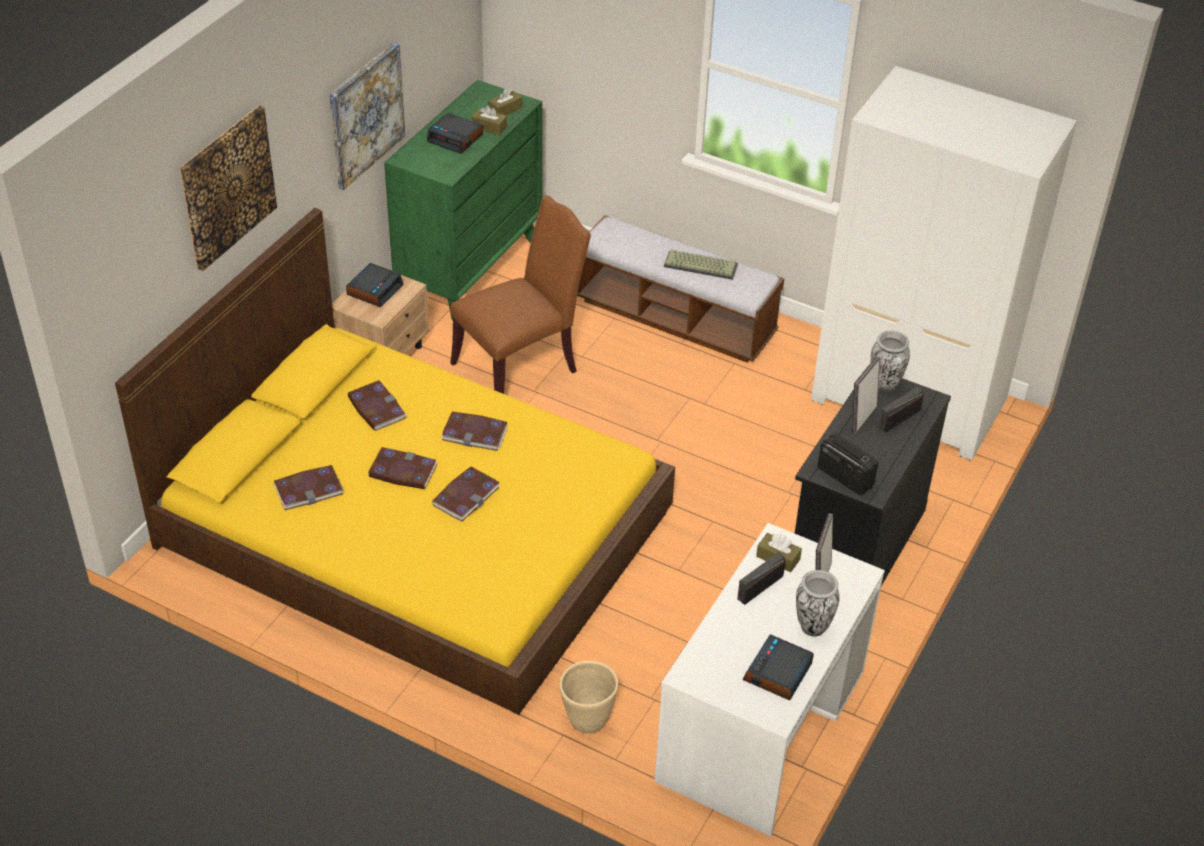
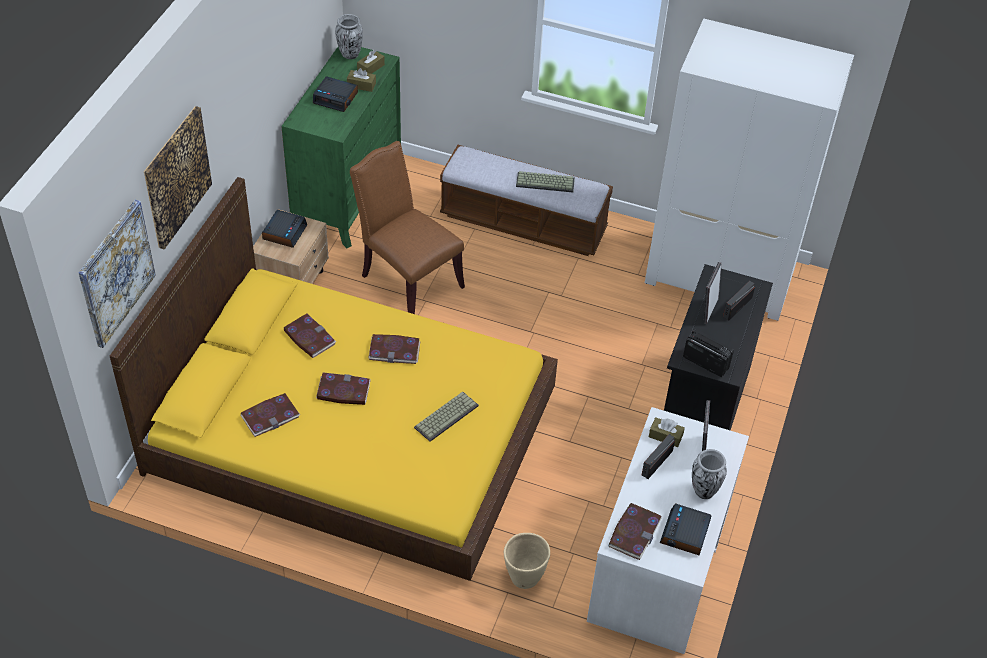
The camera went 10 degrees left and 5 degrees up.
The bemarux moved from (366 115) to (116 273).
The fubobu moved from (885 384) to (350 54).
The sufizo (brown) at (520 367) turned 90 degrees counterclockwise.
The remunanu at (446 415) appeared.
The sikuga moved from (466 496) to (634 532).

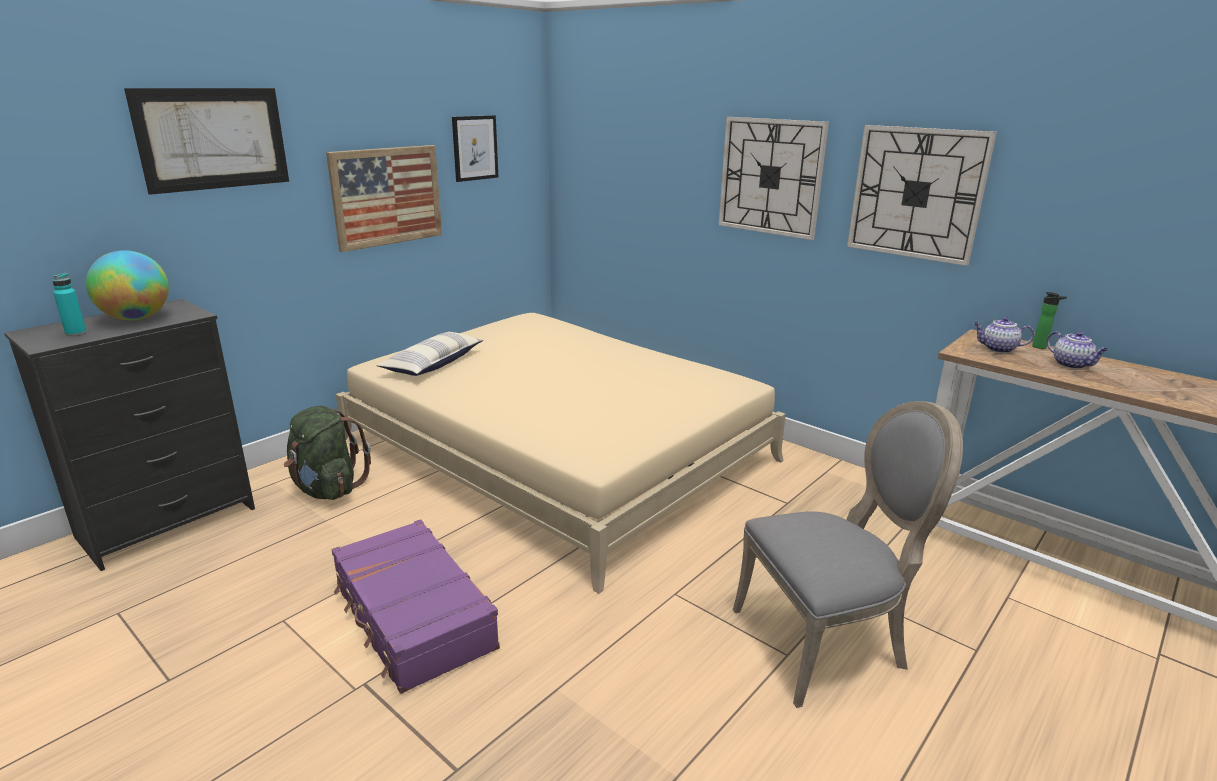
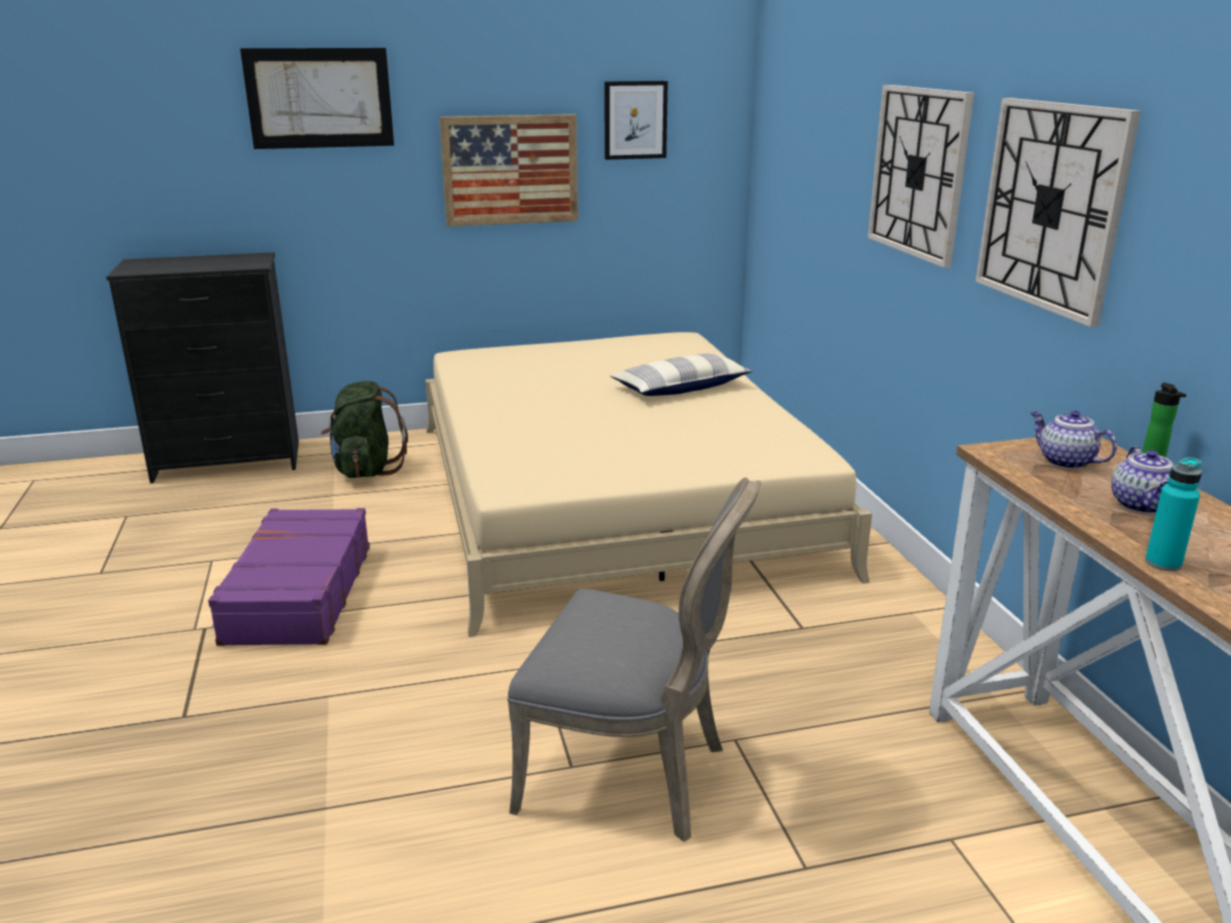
The camera went 35 degrees right and 0 degrees up.
The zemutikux moved from (433 364) to (681 388).
The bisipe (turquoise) moved from (76 333) to (1163 563).
The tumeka at (136 318) disappeared.

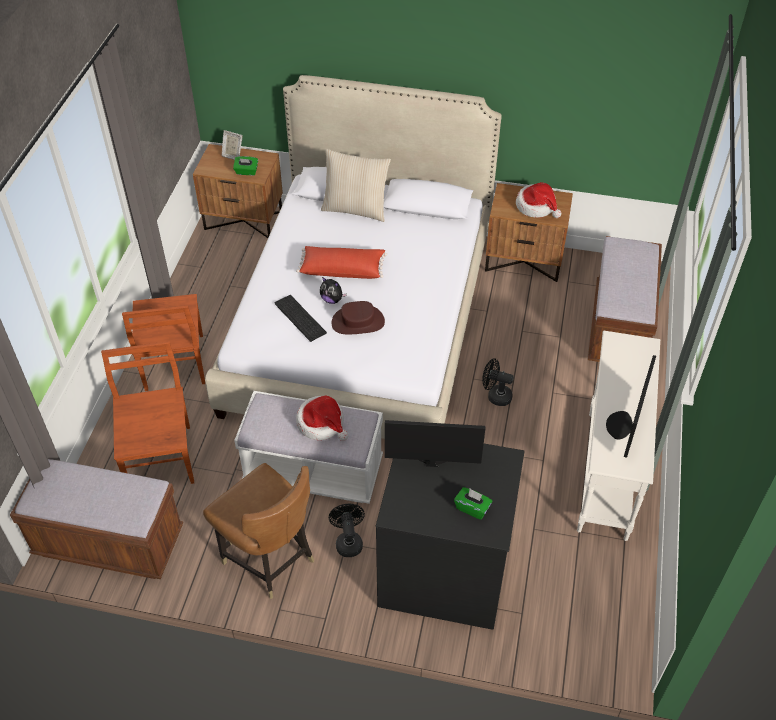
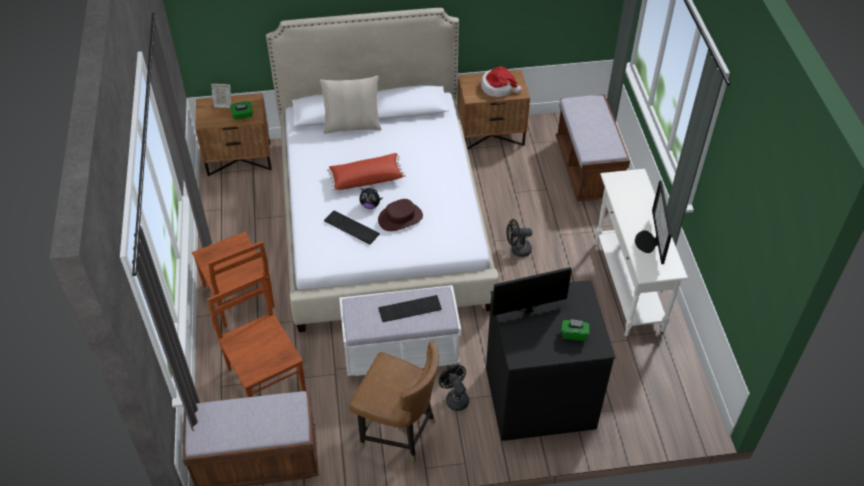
The camera went 20 degrees left and 0 degrees up.
The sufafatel at (322 424) was replaced by the remunanu at (410 307).

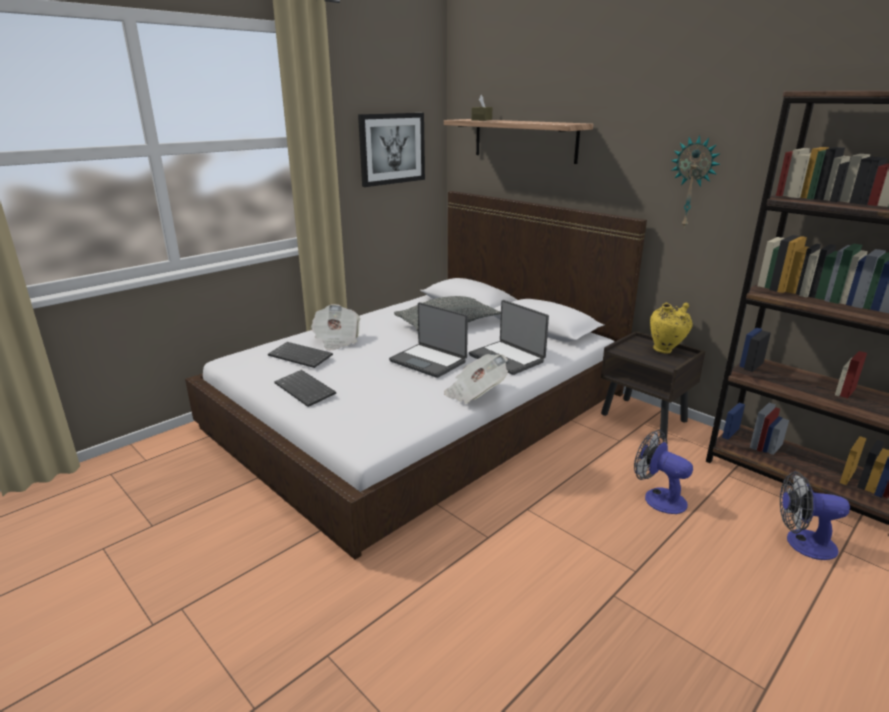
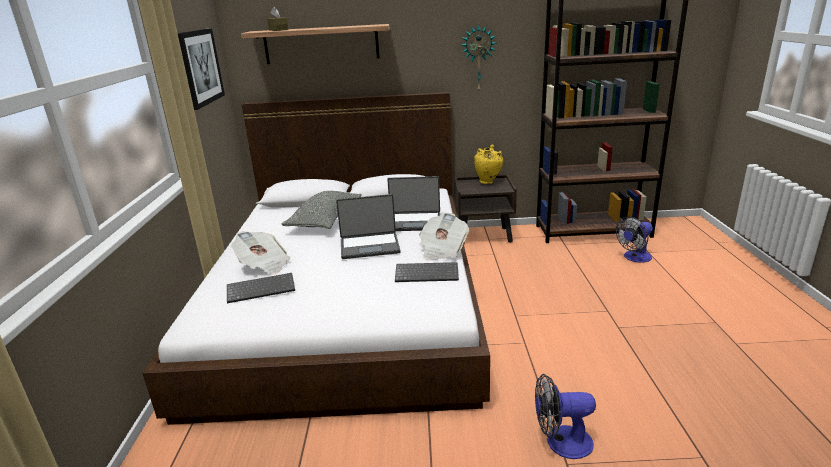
The camera went 45 degrees left and 0 degrees up.
The remunanu moved from (306 389) to (427 273).
The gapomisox moved from (658 497) to (561 442).

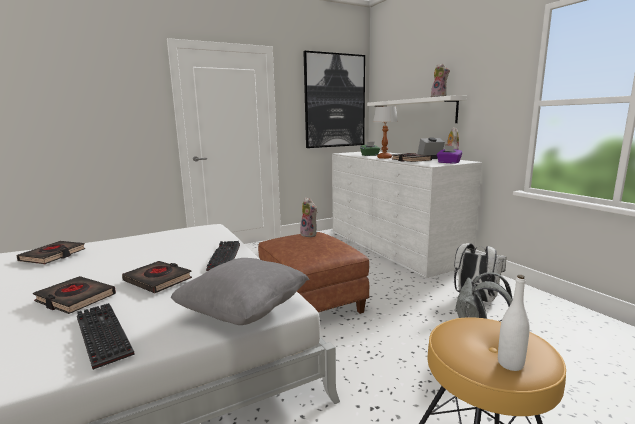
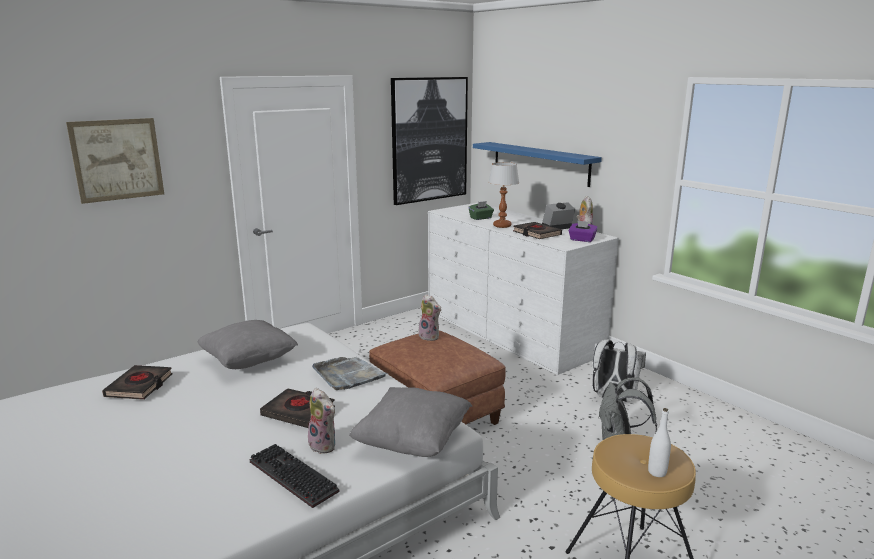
The camera went 10 degrees left and 5 degrees up.
The bemarux at (117 159) appeared.
The zemutikux (grey) at (249 362) appeared.
The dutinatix moved from (439 97) to (325 445).
The remunanu at (223 256) was replaced by the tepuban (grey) at (348 375).
The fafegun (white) at (417 111) became the fafegun (blue) at (540 163).
The sikuga (black) at (75 299) disappeared.

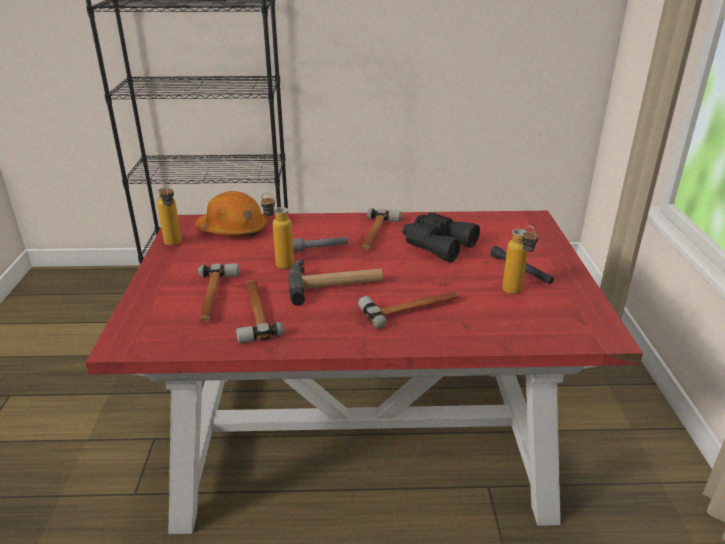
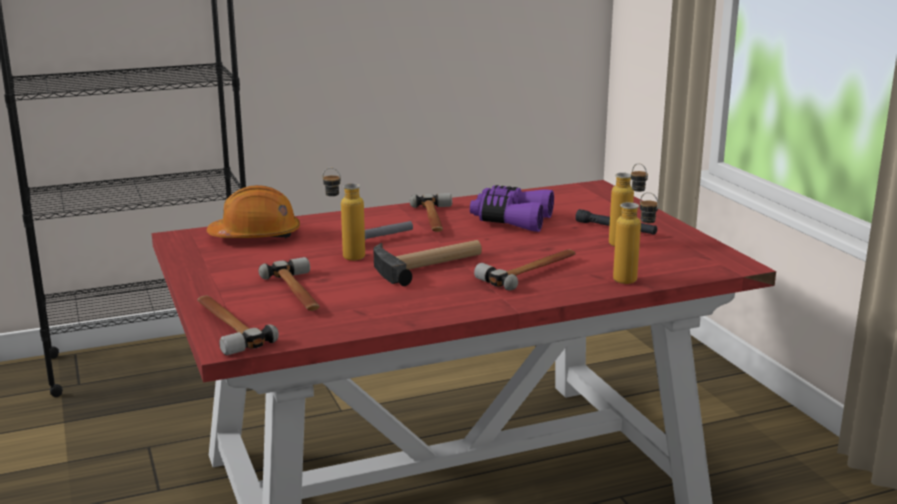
The camera went 20 degrees left and 10 degrees down.
The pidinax moved from (255 313) to (226 327).
The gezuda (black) at (437 245) became the gezuda (purple) at (511 220).
The bisipe moved from (174 245) to (633 283).

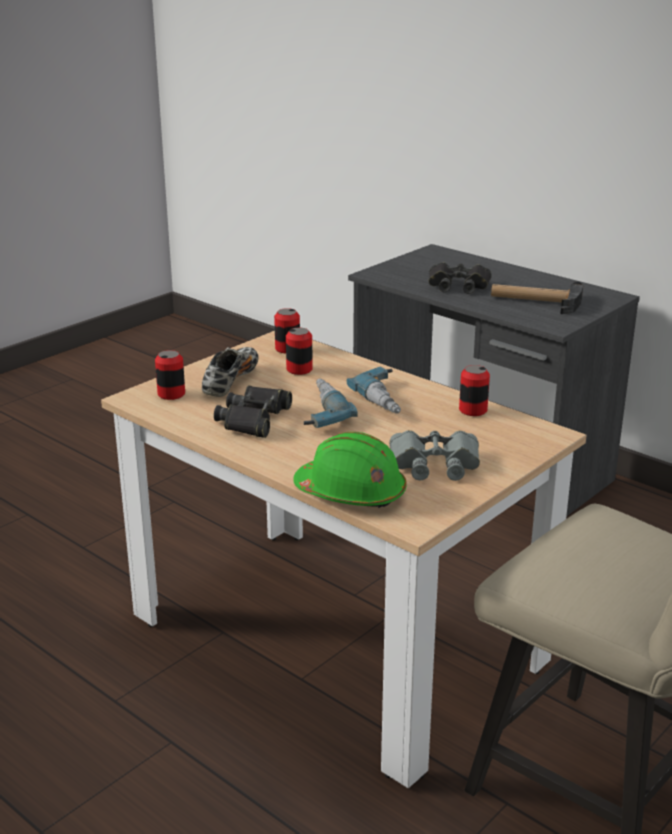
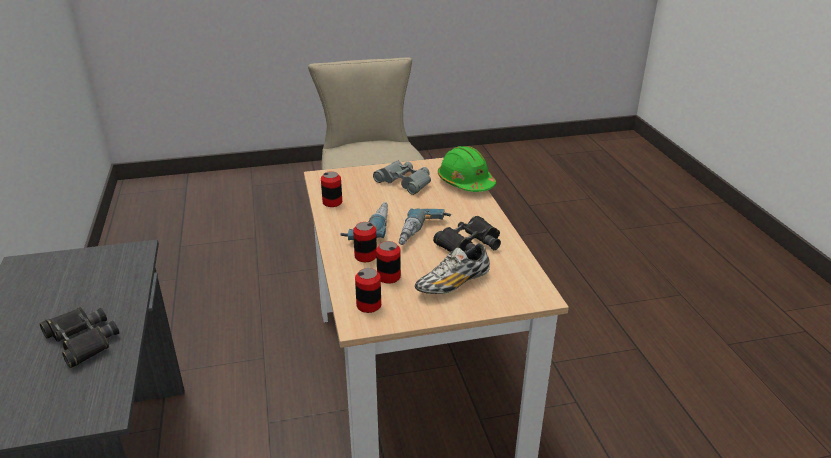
The camera went 145 degrees left and 5 degrees up.
The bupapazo moved from (171 394) to (365 256).
The pidinax at (535 301) disappeared.

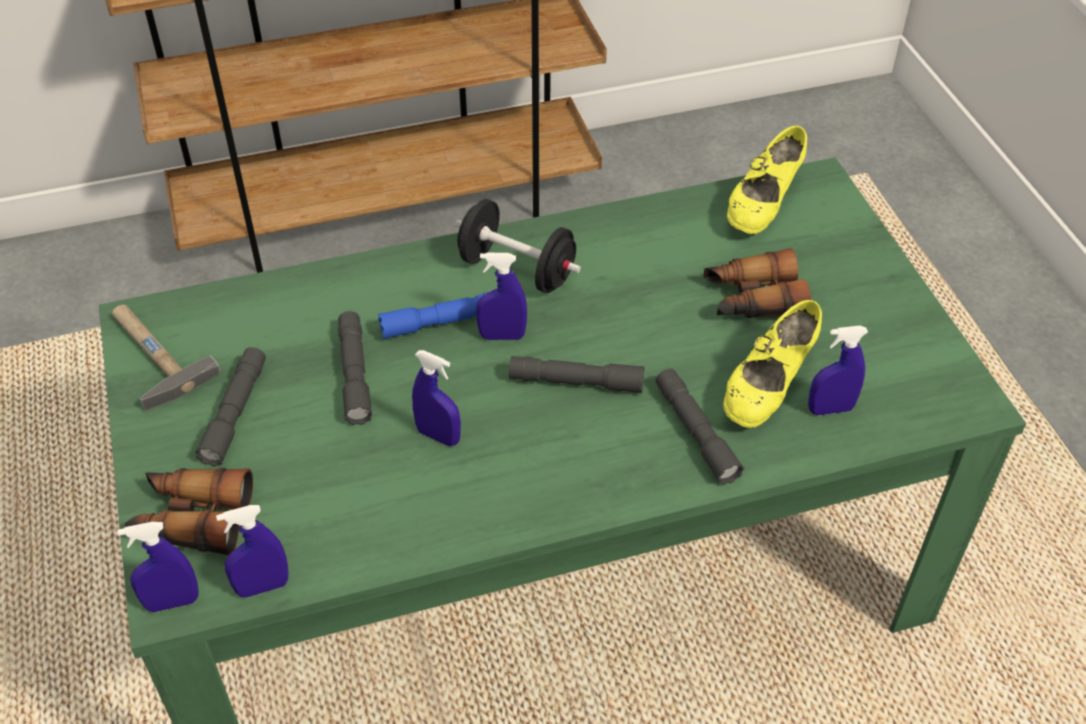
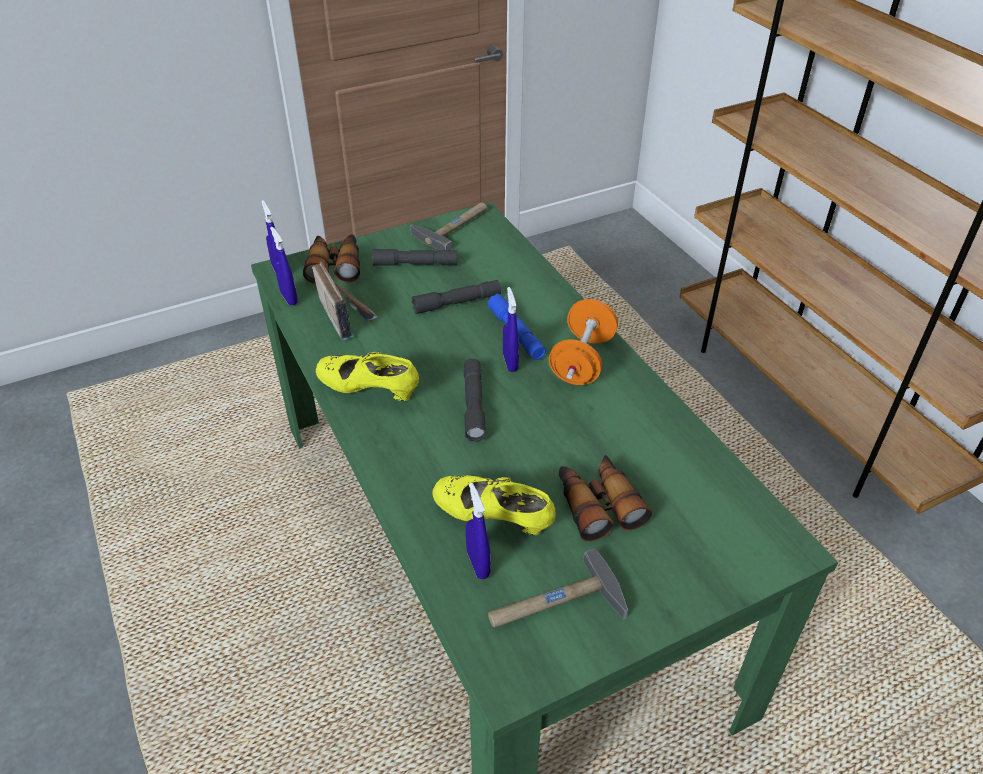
The camera went 80 degrees right and 5 degrees down.
The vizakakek at (345 315) appeared.
The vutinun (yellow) moved from (763 206) to (369 391).
The pidinax at (554 606) appeared.
The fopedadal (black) at (517 270) became the fopedadal (orange) at (582 361).
The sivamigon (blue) at (438 436) disappeared.
The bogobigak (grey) at (696 432) disappeared.

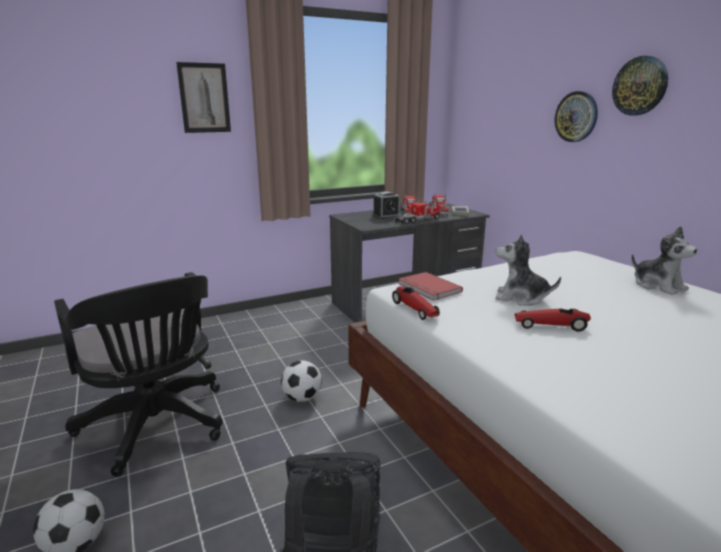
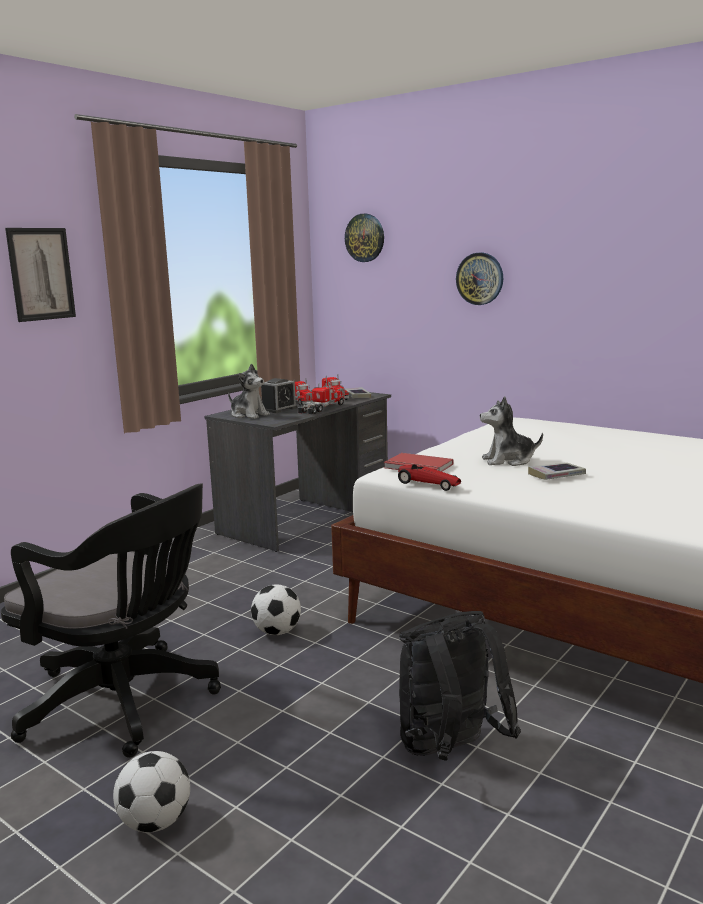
The camera went 25 degrees left and 5 degrees down.
The dutinatix moved from (658 285) to (249 415).
The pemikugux moved from (640 86) to (365 238).
The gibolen at (551 326) was replaced by the sikuga at (556 475).

